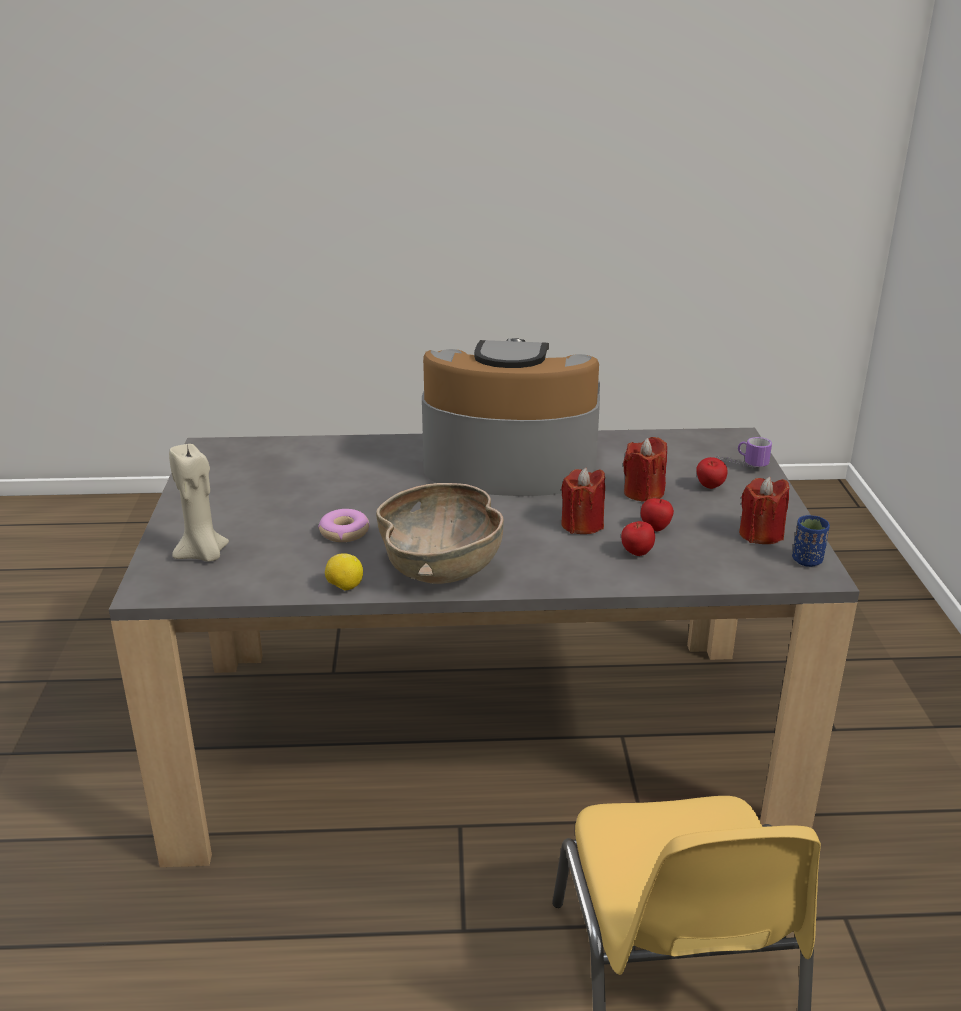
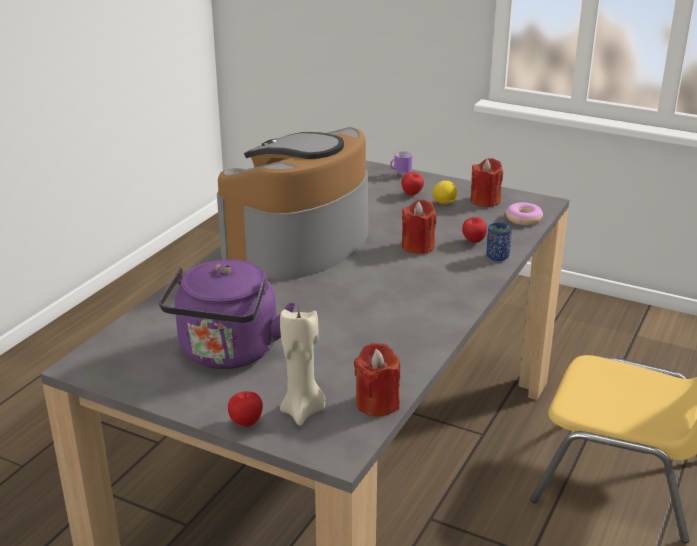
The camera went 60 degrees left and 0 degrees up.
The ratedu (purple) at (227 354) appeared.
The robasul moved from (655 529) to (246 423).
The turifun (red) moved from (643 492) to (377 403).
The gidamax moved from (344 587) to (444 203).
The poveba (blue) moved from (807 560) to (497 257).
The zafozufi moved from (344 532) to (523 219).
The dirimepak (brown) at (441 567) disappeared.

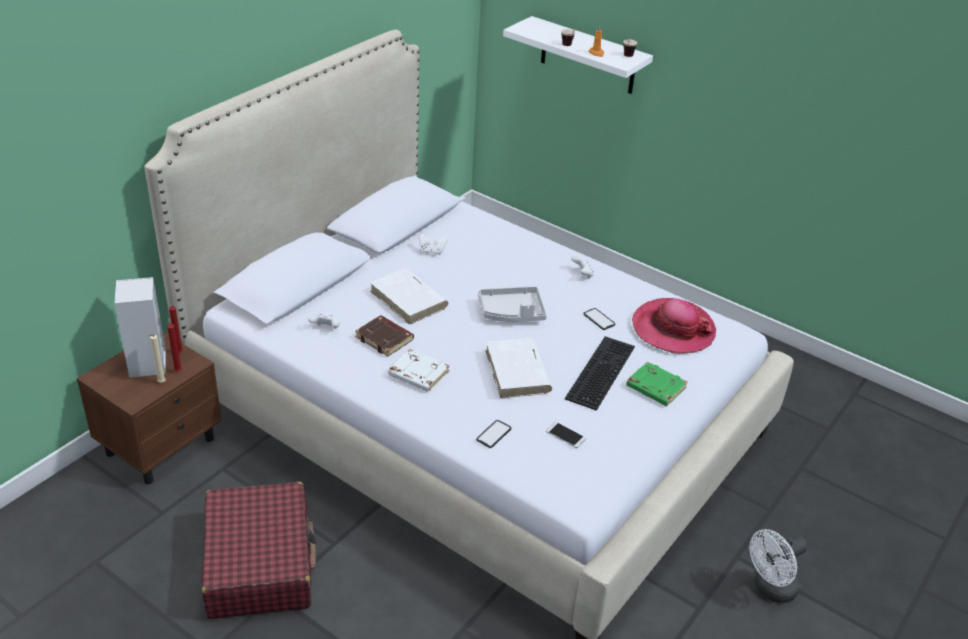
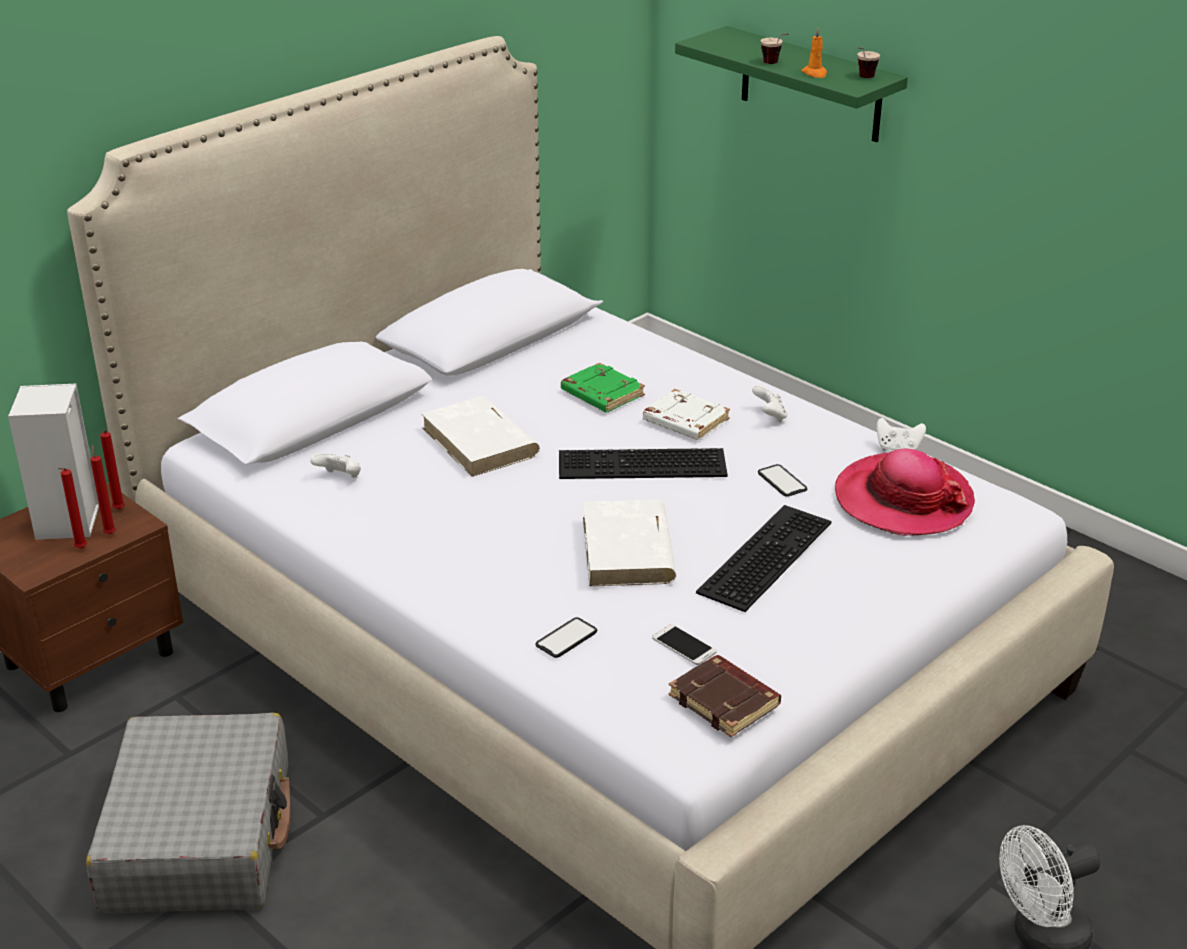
The camera went 10 degrees right and 5 degrees down.
The turifun (beige) at (161 383) became the turifun (red) at (80 549).
The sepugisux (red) at (259 563) became the sepugisux (grey) at (199 836).
The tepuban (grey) at (512 312) was replaced by the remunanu at (640 466).
The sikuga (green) moved from (655 388) to (601 394).
The sikuga (white) moved from (417 374) to (684 421).
The sikuga (brown) moved from (385 339) to (726 701).
The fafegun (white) at (588 56) became the fafegun (green) at (811 85).
The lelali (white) moved from (432 251) to (898 449).

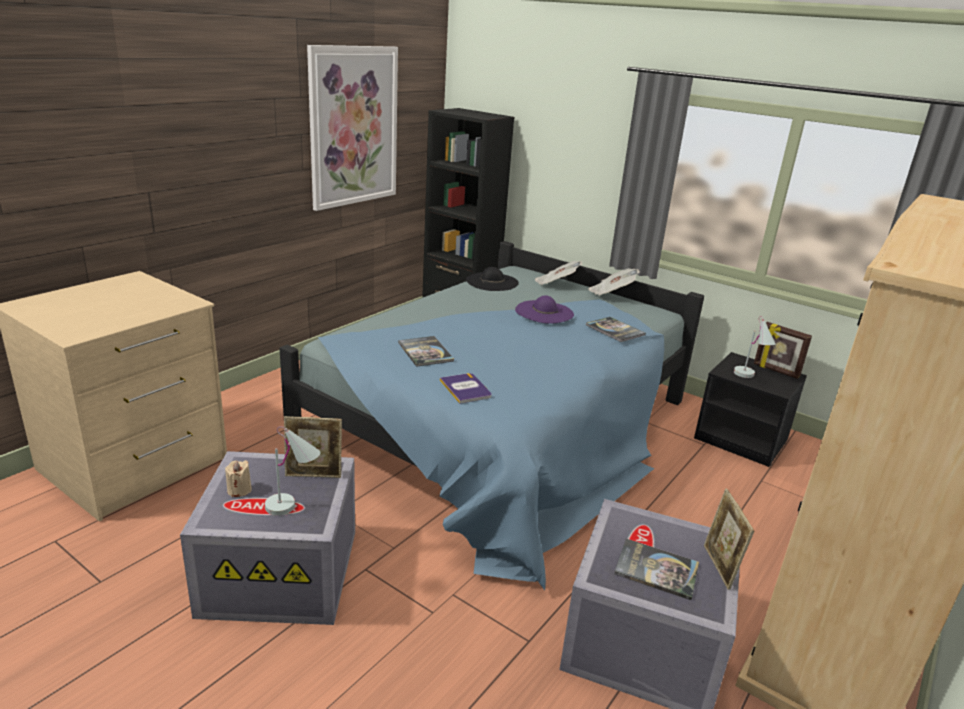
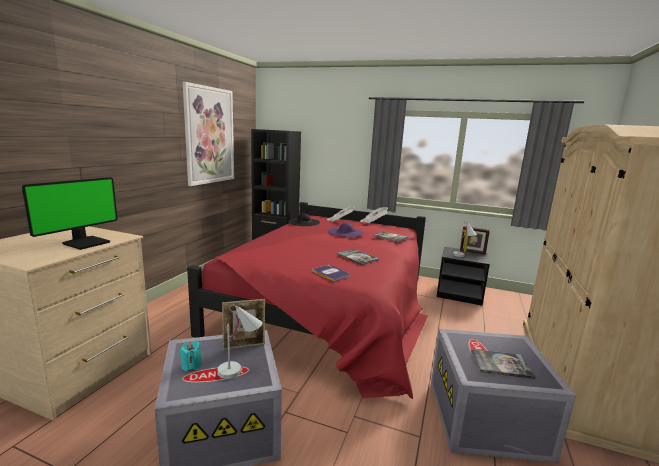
The camera went 15 degrees left and 10 degrees down.
The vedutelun at (86 243) appeared.
The turifun (beige) at (239 490) became the turifun (turquoise) at (191 366).
The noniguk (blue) at (504 429) became the noniguk (red) at (331 307).
The sikuga moved from (425 352) to (357 257).
The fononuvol at (719 567) disappeared.

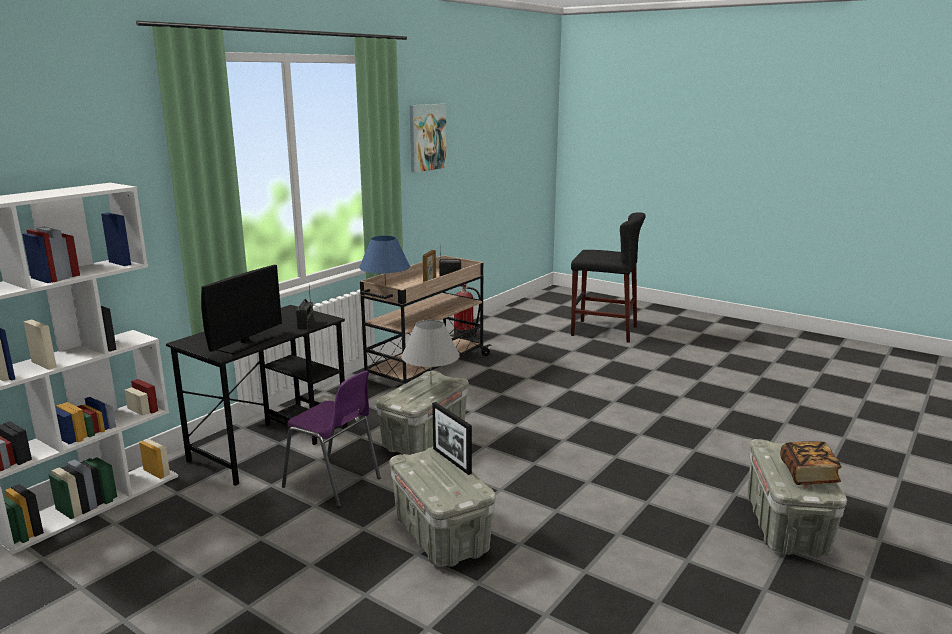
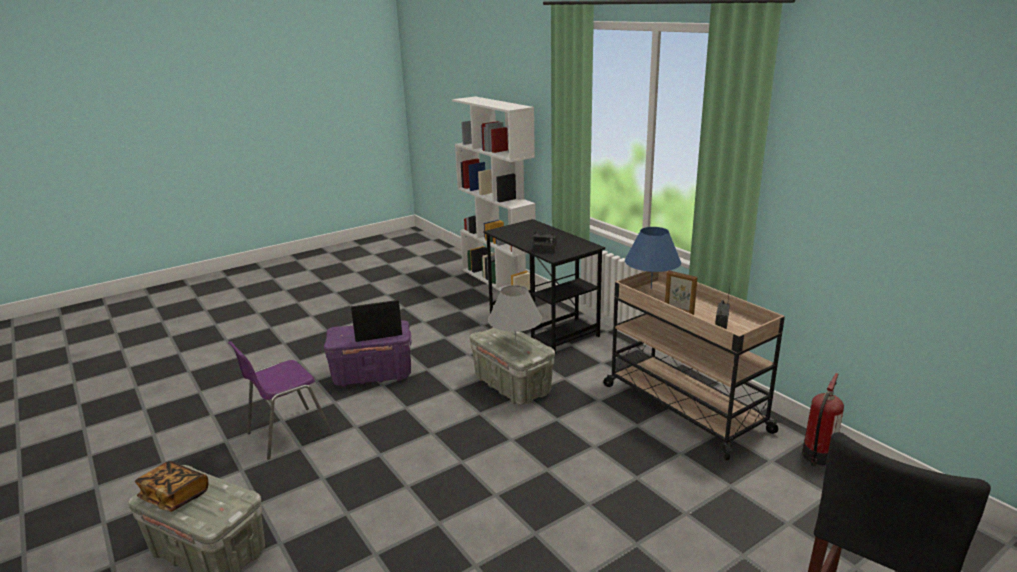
The camera went 110 degrees right and 5 degrees up.
The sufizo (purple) moved from (334 483) to (287 434).
The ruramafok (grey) at (442 535) became the ruramafok (purple) at (372 375).
The vedutelun at (245 344) disappeared.
The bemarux at (427 137) disappeared.

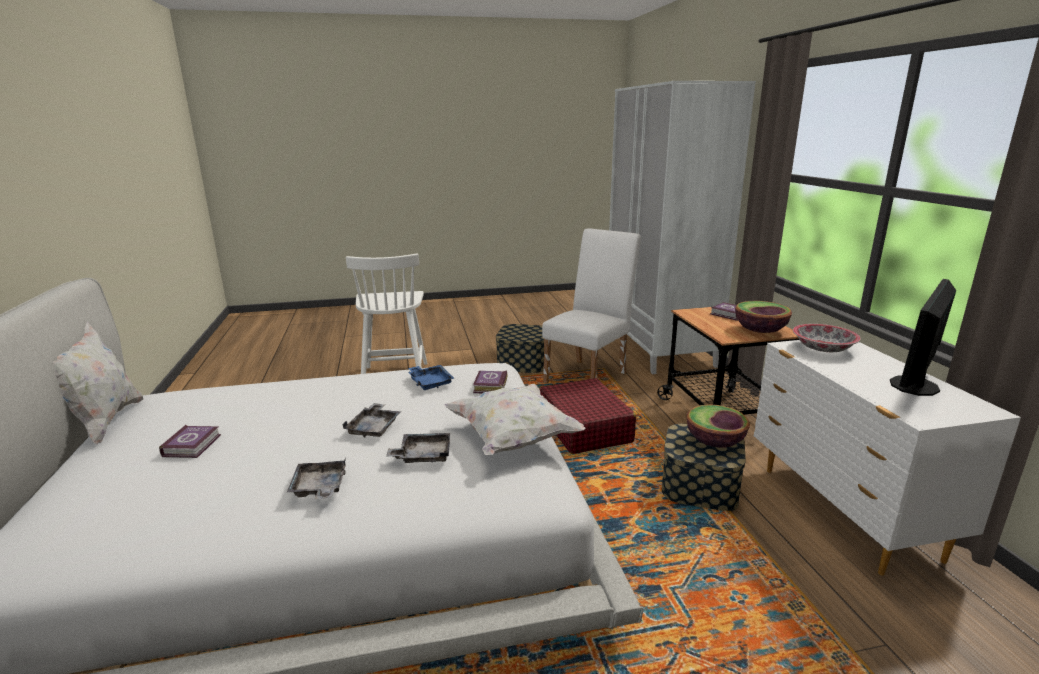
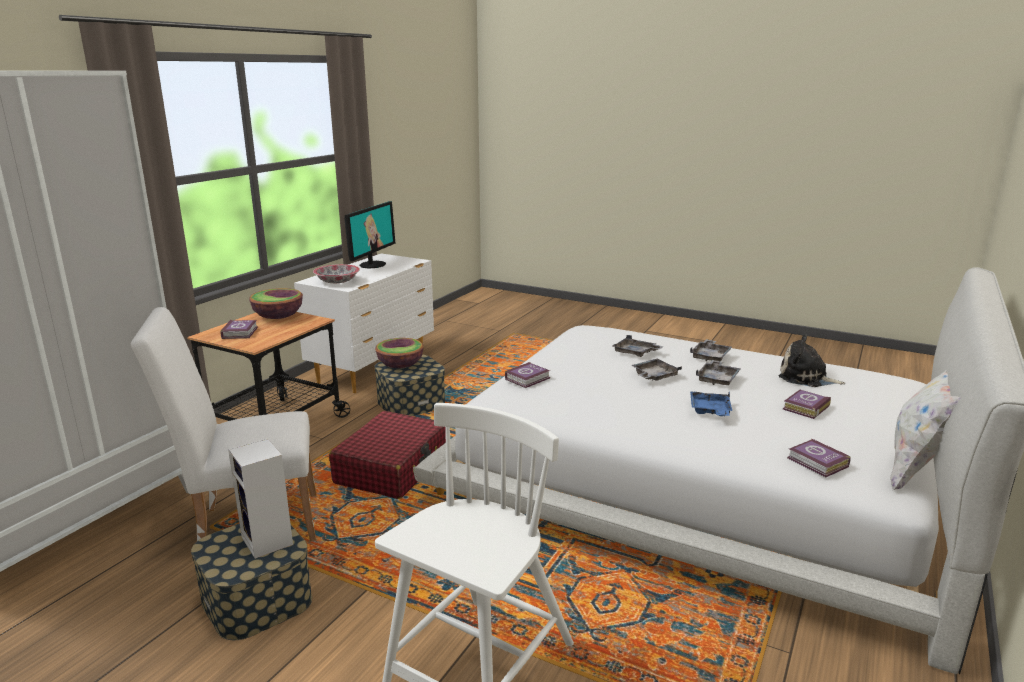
The camera went 140 degrees left and 0 degrees up.
The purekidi at (269 541) appeared.
The vedutelun at (915 386) turned 60 degrees counterclockwise.
The tepuban (blue) moved from (430 382) to (710 411).
The tepuban (grey) at (717 379) appeared.
The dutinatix at (806 378) appeared.
The sikuga at (818 463) appeared.
The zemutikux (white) at (513 438) disappeared.

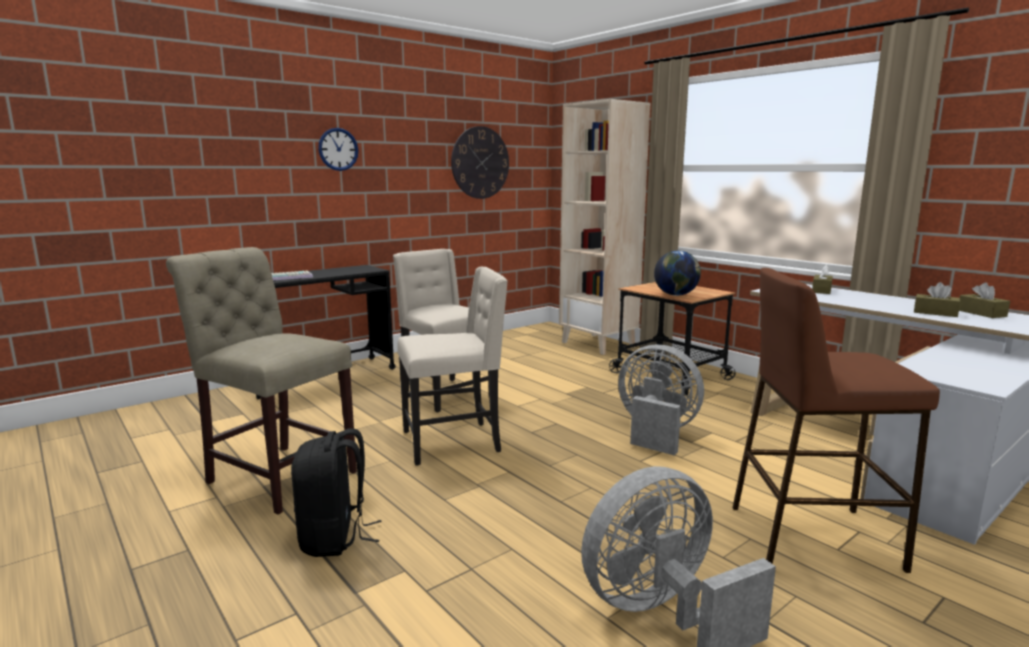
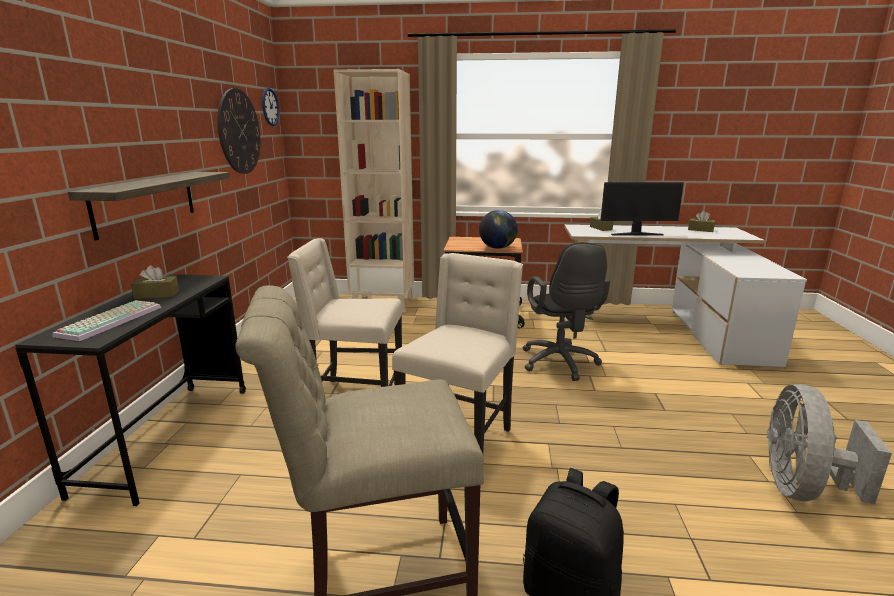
The camera went 45 degrees left and 5 degrees up.
The fafegun at (146 202) appeared.
The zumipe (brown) moved from (935 313) to (157 295).
The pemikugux moved from (338 149) to (270 107).
The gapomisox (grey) at (656 432) was replaced by the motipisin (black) at (560 364).
The vedutelun at (636 234) appeared.
The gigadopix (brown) at (812 537) disappeared.

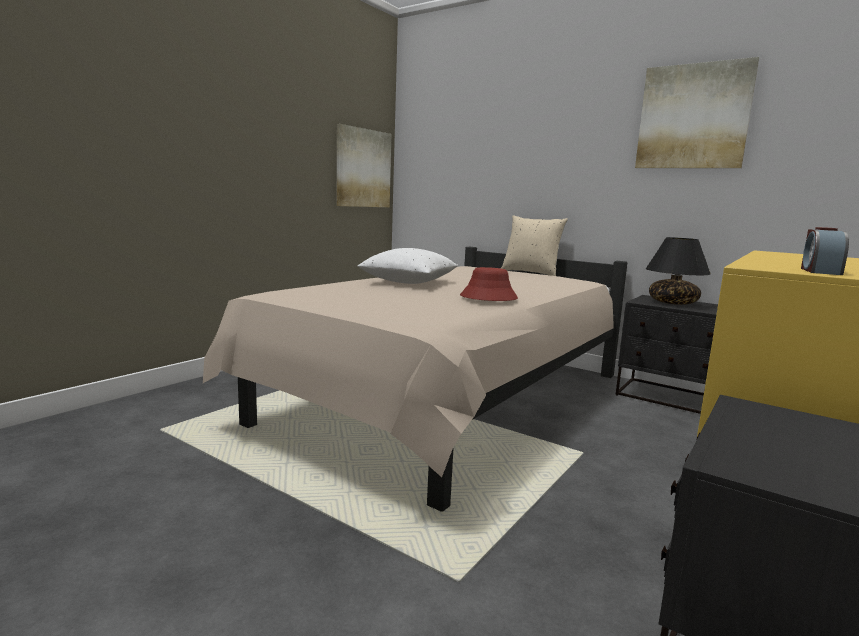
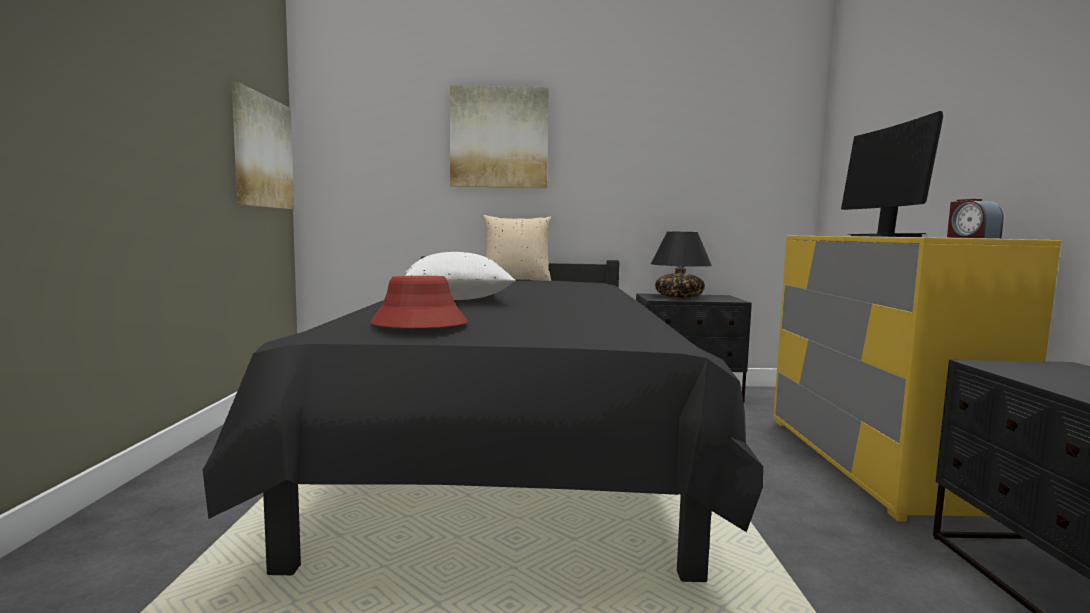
The camera went 35 degrees left and 5 degrees down.
The noniguk (beige) at (448 401) became the noniguk (black) at (508 450).
The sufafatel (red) moved from (488 298) to (418 324).
The bemarux moved from (693 117) to (499 138).
The vedutelun at (884 236) appeared.

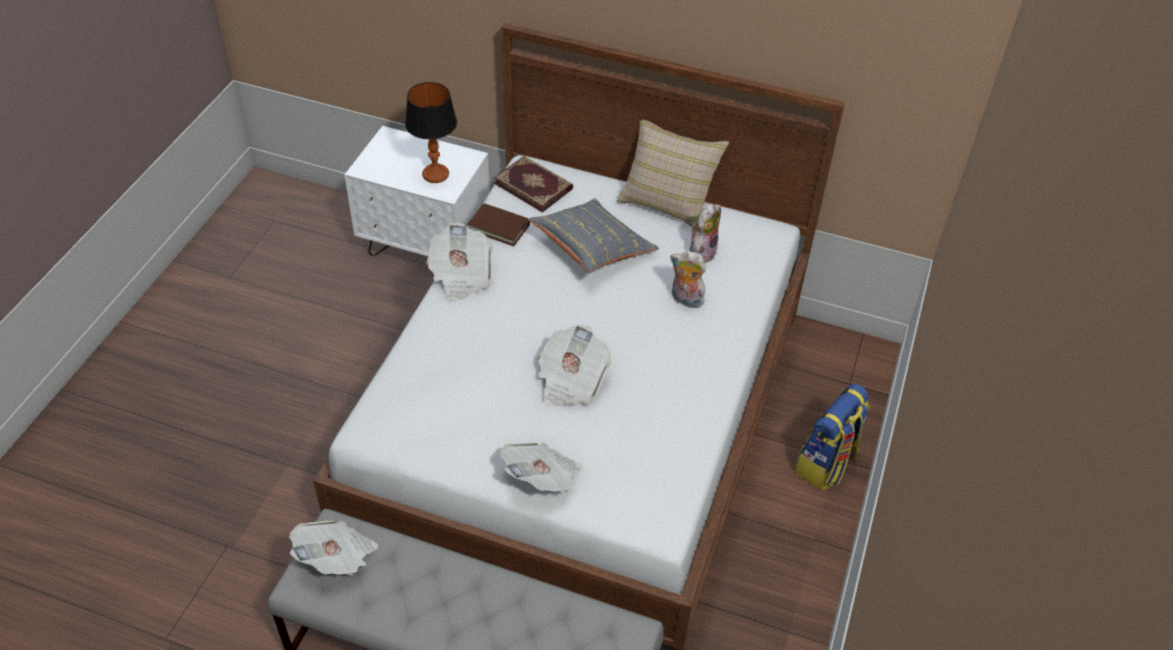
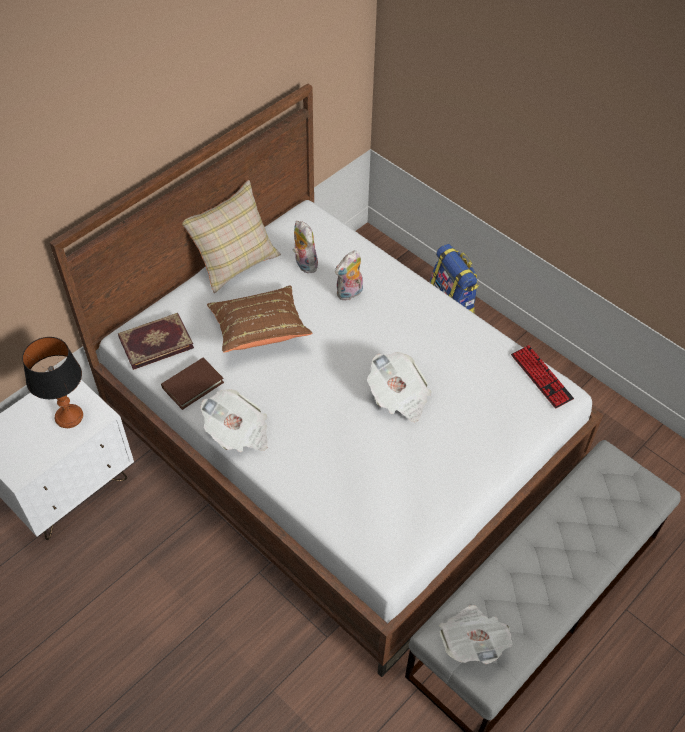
The camera went 65 degrees left and 5 degrees up.
The zemutikux (grey) at (592 249) became the zemutikux (brown) at (259 330).
The remunanu at (541 377) appeared.
The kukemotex at (543 478) disappeared.

